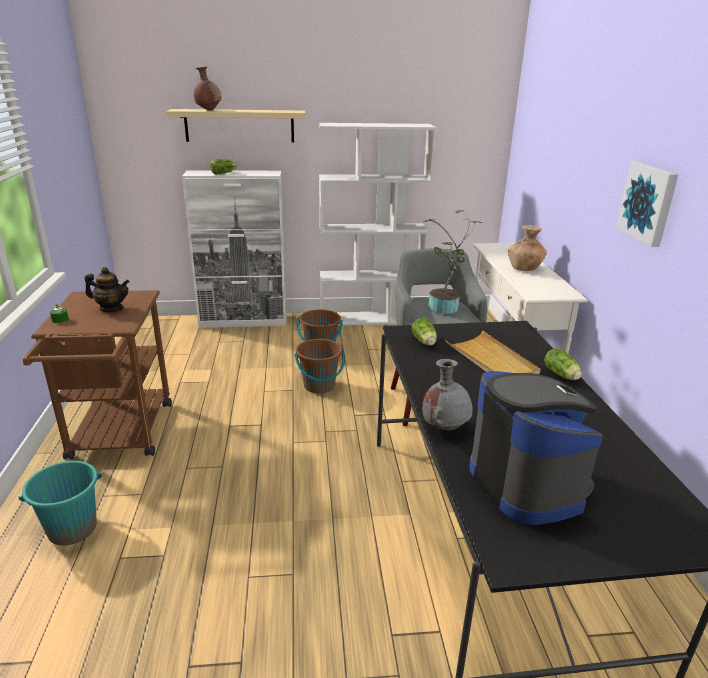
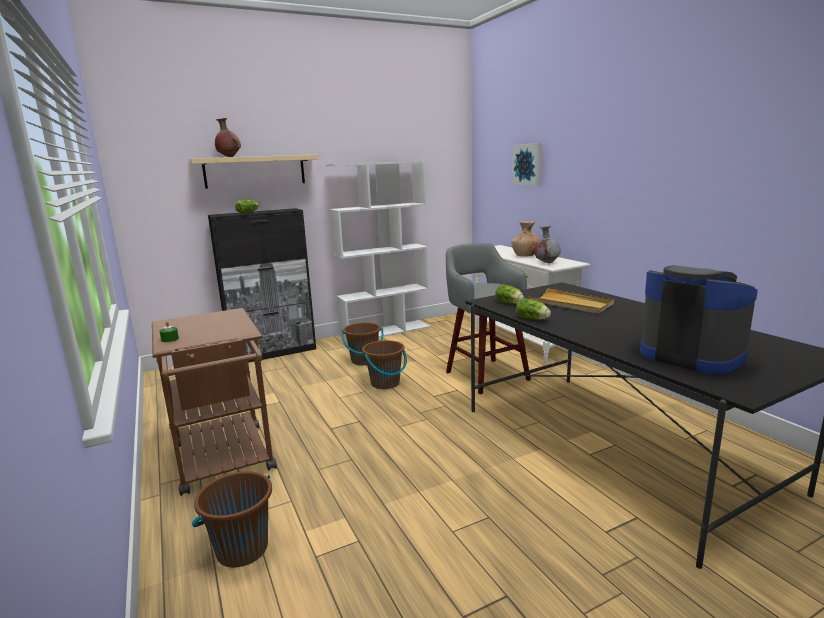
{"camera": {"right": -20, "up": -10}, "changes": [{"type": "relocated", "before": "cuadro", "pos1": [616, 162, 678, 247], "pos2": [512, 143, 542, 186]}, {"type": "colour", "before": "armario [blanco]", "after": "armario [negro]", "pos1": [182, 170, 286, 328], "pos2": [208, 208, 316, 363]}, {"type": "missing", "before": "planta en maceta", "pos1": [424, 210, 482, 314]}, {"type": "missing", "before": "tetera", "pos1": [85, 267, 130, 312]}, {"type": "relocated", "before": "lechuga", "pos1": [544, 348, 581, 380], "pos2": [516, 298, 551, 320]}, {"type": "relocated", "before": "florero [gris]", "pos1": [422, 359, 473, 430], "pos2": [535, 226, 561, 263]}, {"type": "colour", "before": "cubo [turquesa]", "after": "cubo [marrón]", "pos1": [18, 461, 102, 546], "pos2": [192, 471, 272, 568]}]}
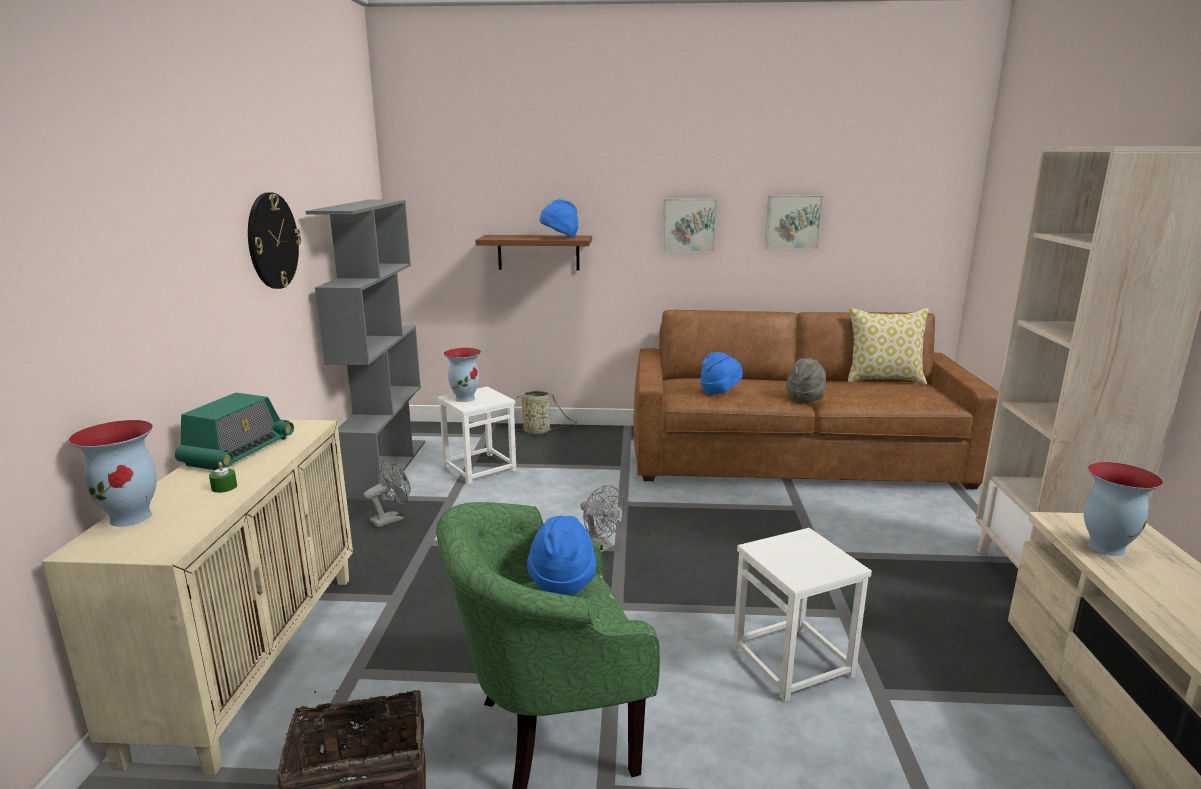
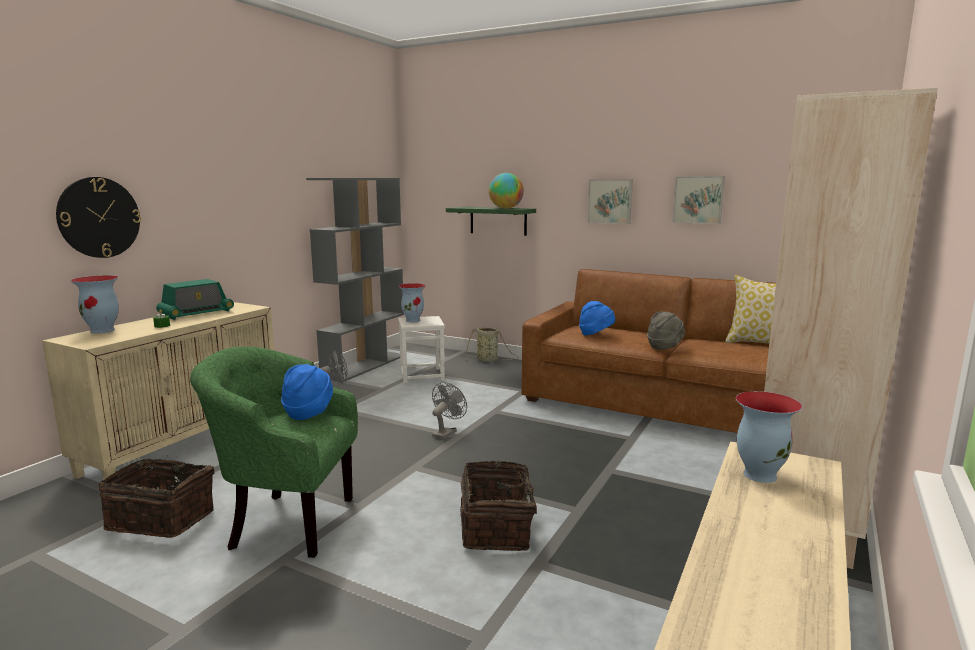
{"camera": {"right": 25, "up": -5}, "changes": [{"type": "relocated", "before": "reloj de pared", "pos1": [248, 192, 301, 289], "pos2": [56, 177, 141, 258]}, {"type": "exchanged", "before": "sombrero [azul]", "after": "globo terráqueo", "pos1": [540, 199, 579, 238], "pos2": [489, 173, 524, 209]}, {"type": "colour", "before": "estante [marrón]", "after": "estante [verde]", "pos1": [475, 235, 592, 271], "pos2": [446, 207, 536, 236]}, {"type": "spun", "before": "ventilador [gris]", "pos1": [580, 485, 625, 553], "pos2": [432, 382, 467, 439], "turn": -135}, {"type": "exchanged", "before": "taburete [blanco]", "after": "cesta", "pos1": [733, 528, 872, 702], "pos2": [460, 460, 545, 551]}]}
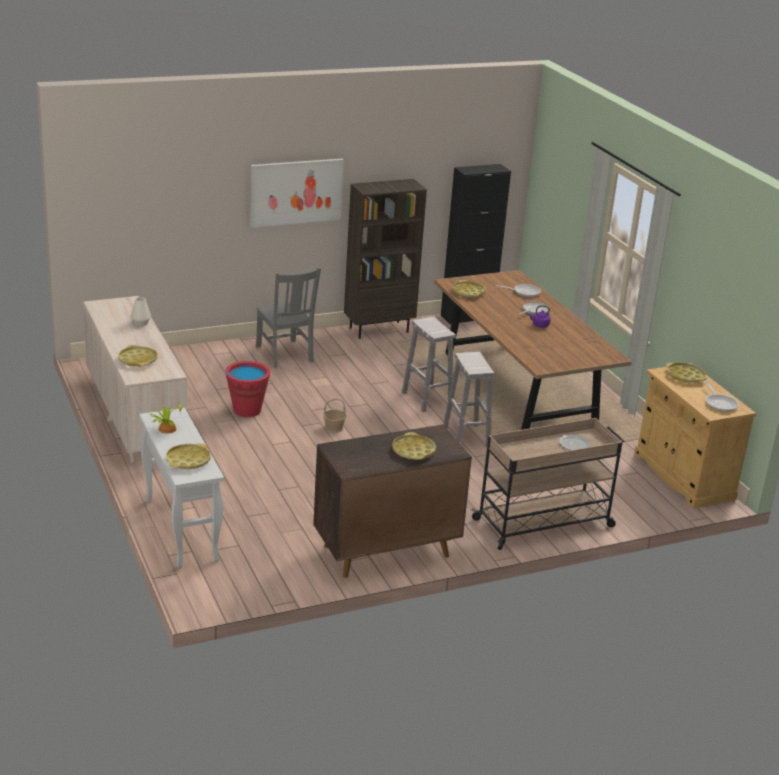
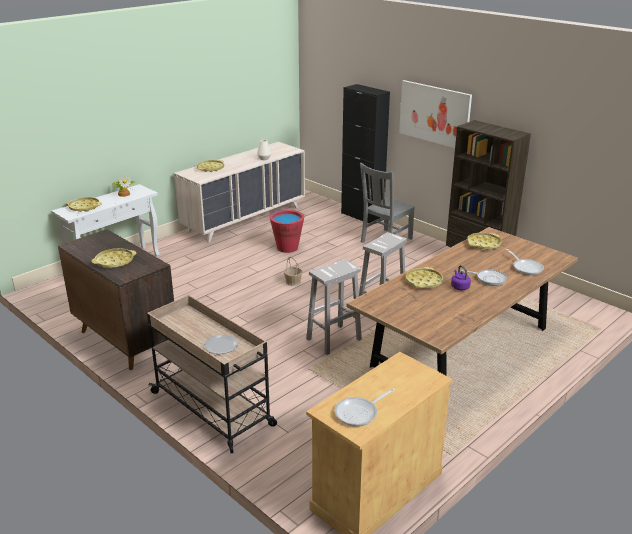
{"camera": {"right": 70, "up": 0}, "changes": [{"type": "relocated", "before": "armario [negro]", "pos1": [441, 164, 511, 325], "pos2": [341, 84, 390, 224]}, {"type": "relocated", "before": "bandeja [amarillo]", "pos1": [666, 362, 707, 383], "pos2": [405, 267, 443, 288]}]}
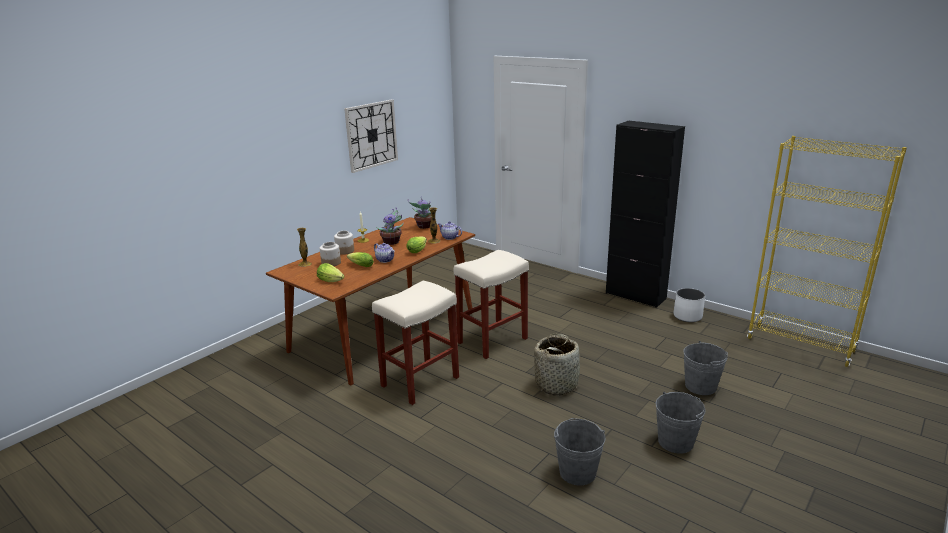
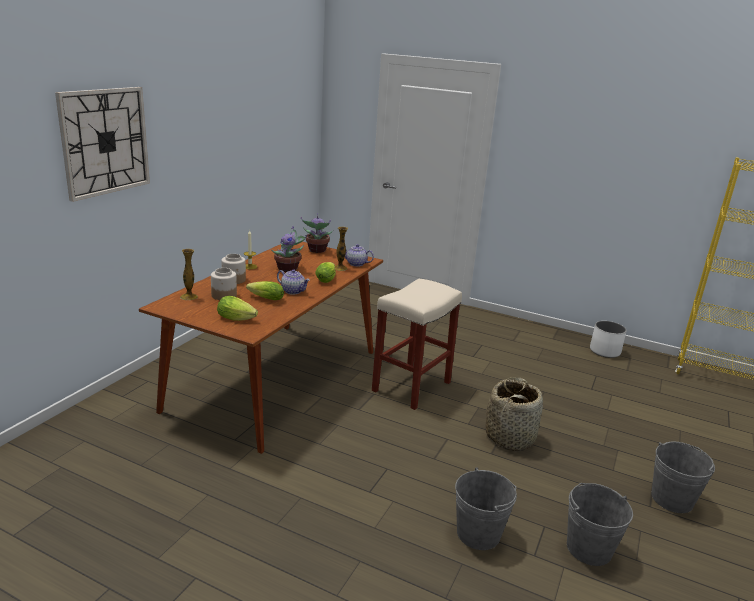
{"camera": {"right": -15, "up": 0}, "changes": [{"type": "relocated", "before": "reloj de pared", "pos1": [344, 99, 398, 173], "pos2": [55, 87, 150, 202]}, {"type": "missing", "before": "armario [negro]", "pos1": [606, 121, 685, 308]}, {"type": "missing", "before": "taburete [beis]", "pos1": [372, 281, 459, 405]}, {"type": "relocated", "before": "cubo [gris]", "pos1": [683, 341, 728, 395], "pos2": [455, 468, 517, 550]}]}
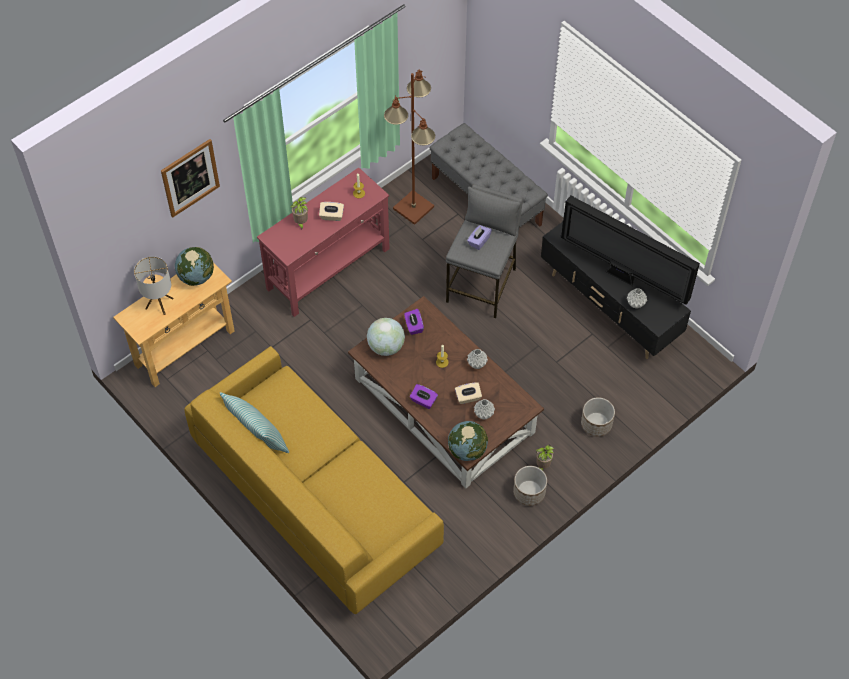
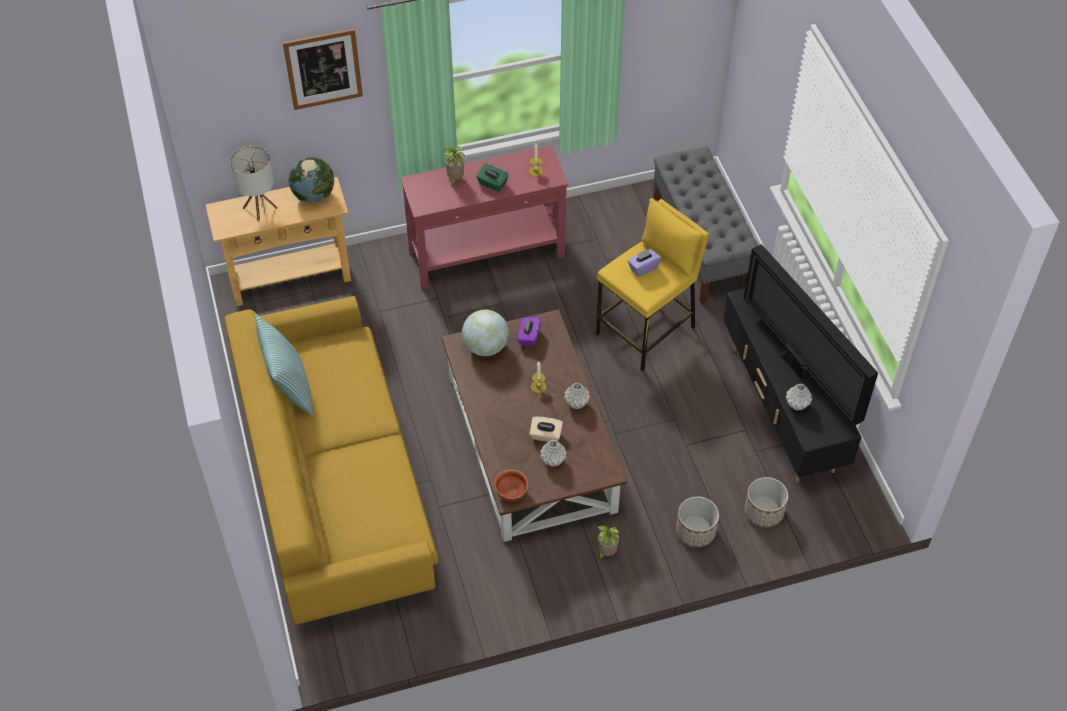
{"camera": {"right": 25, "up": -5}, "changes": [{"type": "missing", "before": "lámpara de pie [marrón]", "pos1": [384, 70, 435, 225]}, {"type": "colour", "before": "taburete [gris]", "after": "taburete [amarillo]", "pos1": [446, 184, 523, 318], "pos2": [596, 198, 709, 372]}, {"type": "colour", "before": "caja de pañuelos [beis]", "after": "caja de pañuelos [verde]", "pos1": [319, 202, 344, 221], "pos2": [476, 164, 509, 192]}, {"type": "missing", "before": "caja de pañuelos [morado]", "pos1": [410, 384, 438, 409]}, {"type": "exchanged", "before": "globo terráqueo", "after": "cuenco", "pos1": [448, 421, 488, 461], "pos2": [494, 469, 528, 501]}, {"type": "relocated", "before": "maceta", "pos1": [513, 466, 547, 506], "pos2": [744, 477, 788, 527]}]}
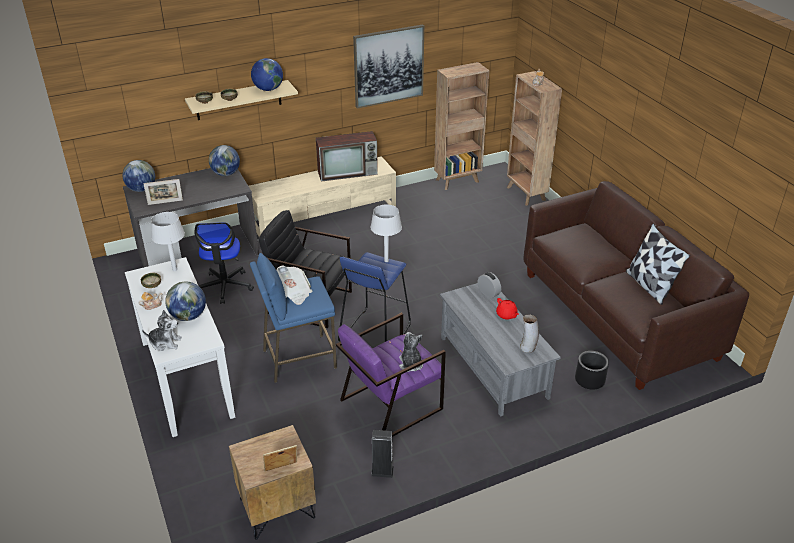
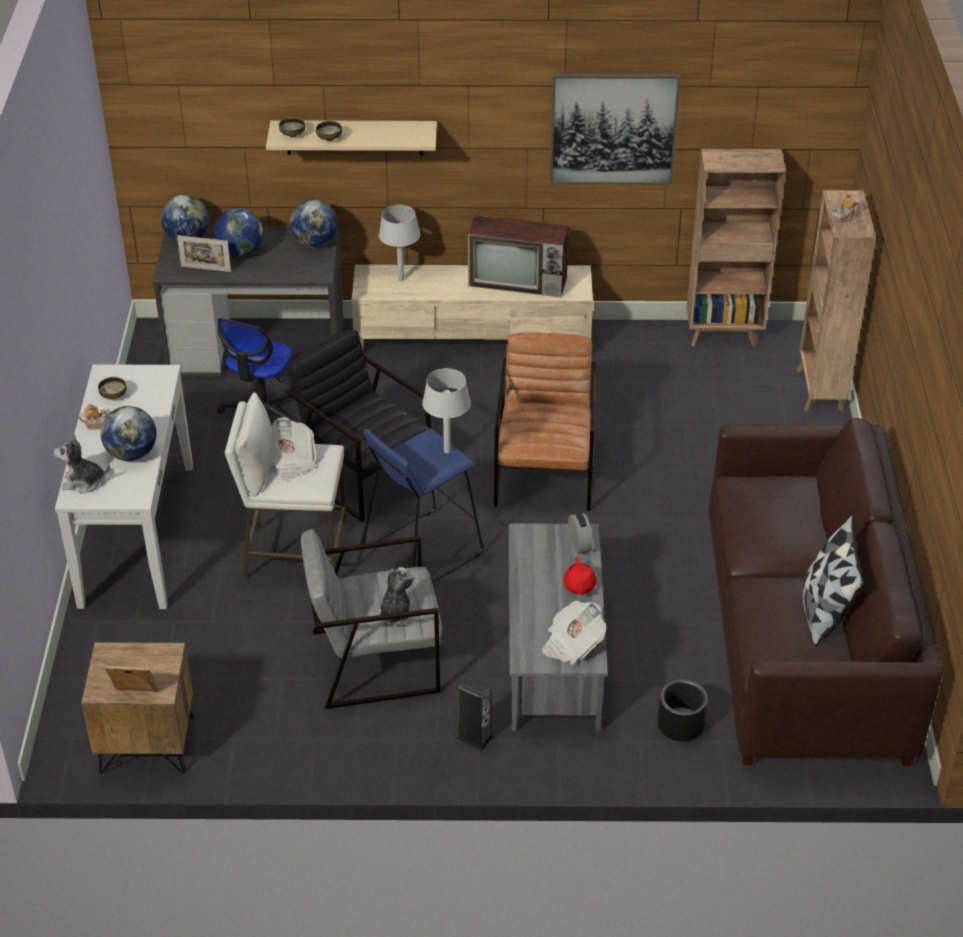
{"camera": {"right": 25, "up": 5}, "changes": [{"type": "relocated", "before": "globo terráqueo", "pos1": [251, 58, 283, 91], "pos2": [214, 208, 263, 257]}, {"type": "relocated", "before": "lámpara de mesa [gris]", "pos1": [151, 212, 185, 271], "pos2": [379, 205, 420, 281]}, {"type": "colour", "before": "taburete [azul]", "after": "taburete [blanco]", "pos1": [250, 253, 337, 383], "pos2": [225, 392, 347, 579]}, {"type": "spun", "before": "peluche", "pos1": [142, 310, 182, 351], "pos2": [54, 434, 110, 493], "turn": 150}, {"type": "colour", "before": "sillón [morado]", "after": "sillón [gris]", "pos1": [336, 313, 446, 437], "pos2": [301, 529, 442, 709]}, {"type": "exchanged", "before": "florero", "after": "periódico", "pos1": [520, 315, 539, 353], "pos2": [542, 601, 606, 665]}, {"type": "relocated", "before": "altavoz", "pos1": [371, 430, 394, 478], "pos2": [456, 676, 493, 750]}, {"type": "appeared", "after": "sillón [marrón]", "pos2": [494, 332, 595, 511]}]}
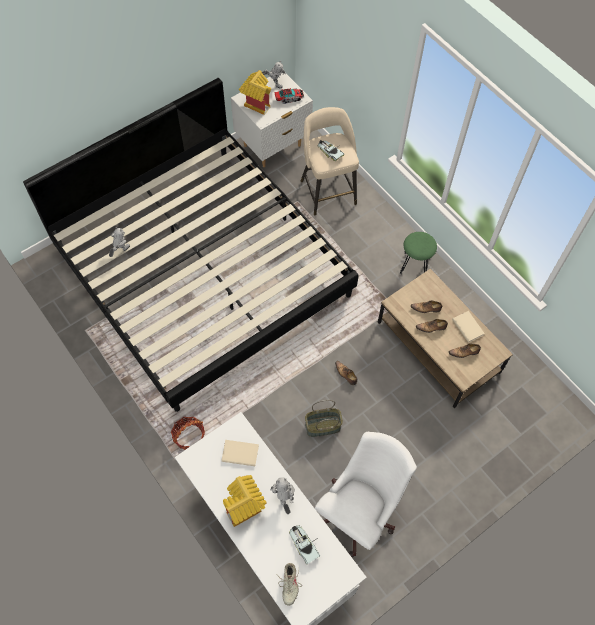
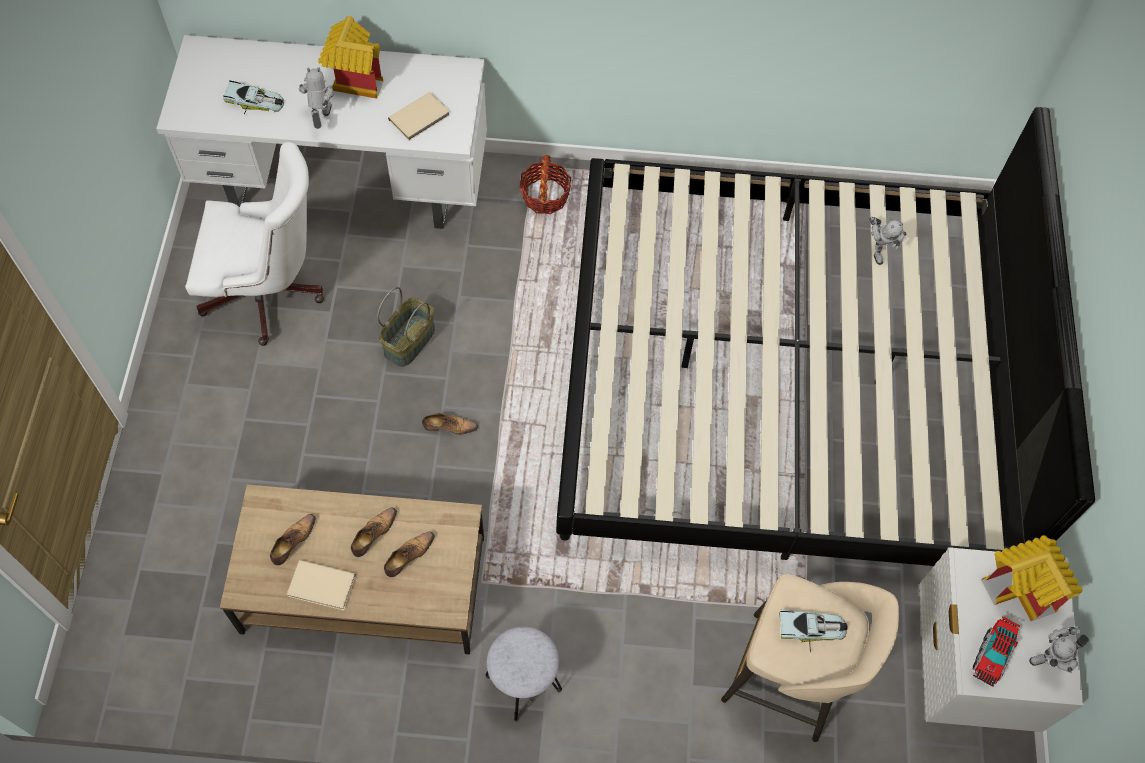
{"camera": {"right": 130, "up": 0}, "changes": [{"type": "colour", "before": "taburete [verde]", "after": "taburete [gris]", "pos1": [400, 232, 437, 274], "pos2": [485, 626, 562, 722]}, {"type": "spun", "before": "silla de oficina [blanco]", "pos1": [315, 432, 417, 557], "pos2": [185, 142, 324, 346], "turn": -75}, {"type": "spun", "before": "robot de juguete", "pos1": [270, 477, 295, 514], "pos2": [299, 67, 333, 129], "turn": -120}, {"type": "missing", "before": "zapato [beis]", "pos1": [276, 563, 302, 605]}]}
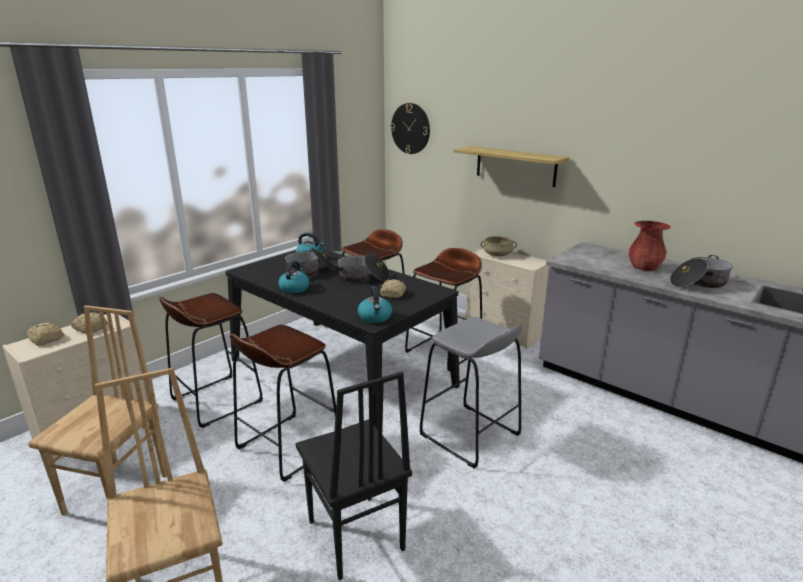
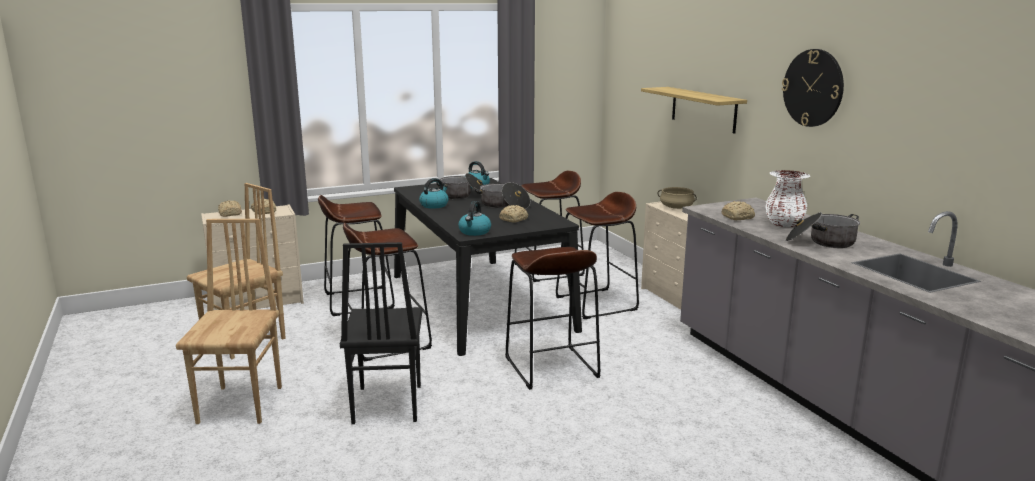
{"camera": {"right": 25, "up": -5}, "changes": [{"type": "relocated", "before": "reloj de pared", "pos1": [390, 103, 430, 154], "pos2": [782, 49, 844, 127]}, {"type": "colour", "before": "florero [rojo]", "after": "florero [blanco]", "pos1": [629, 221, 671, 271], "pos2": [765, 170, 810, 227]}, {"type": "colour", "before": "taburete [gris]", "after": "taburete [marrón]", "pos1": [419, 317, 523, 469], "pos2": [505, 247, 600, 390]}, {"type": "appeared", "after": "pan", "pos2": [721, 201, 755, 220]}]}
